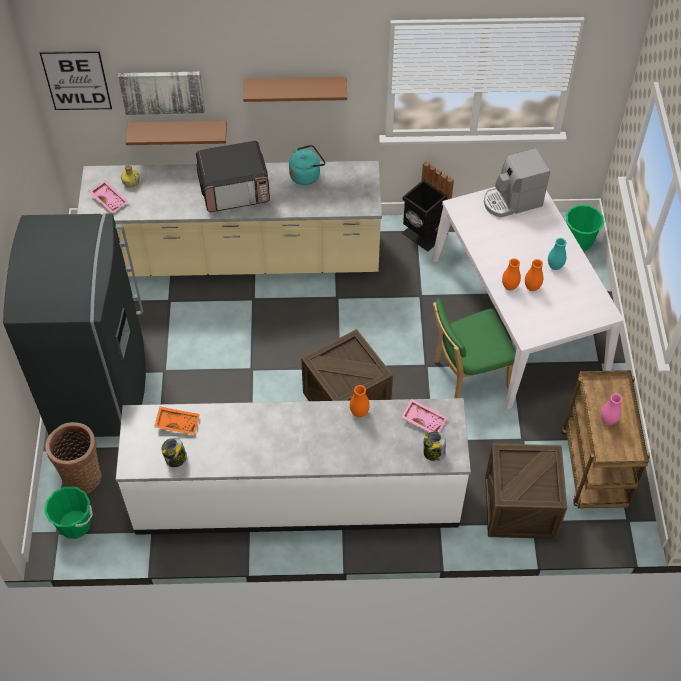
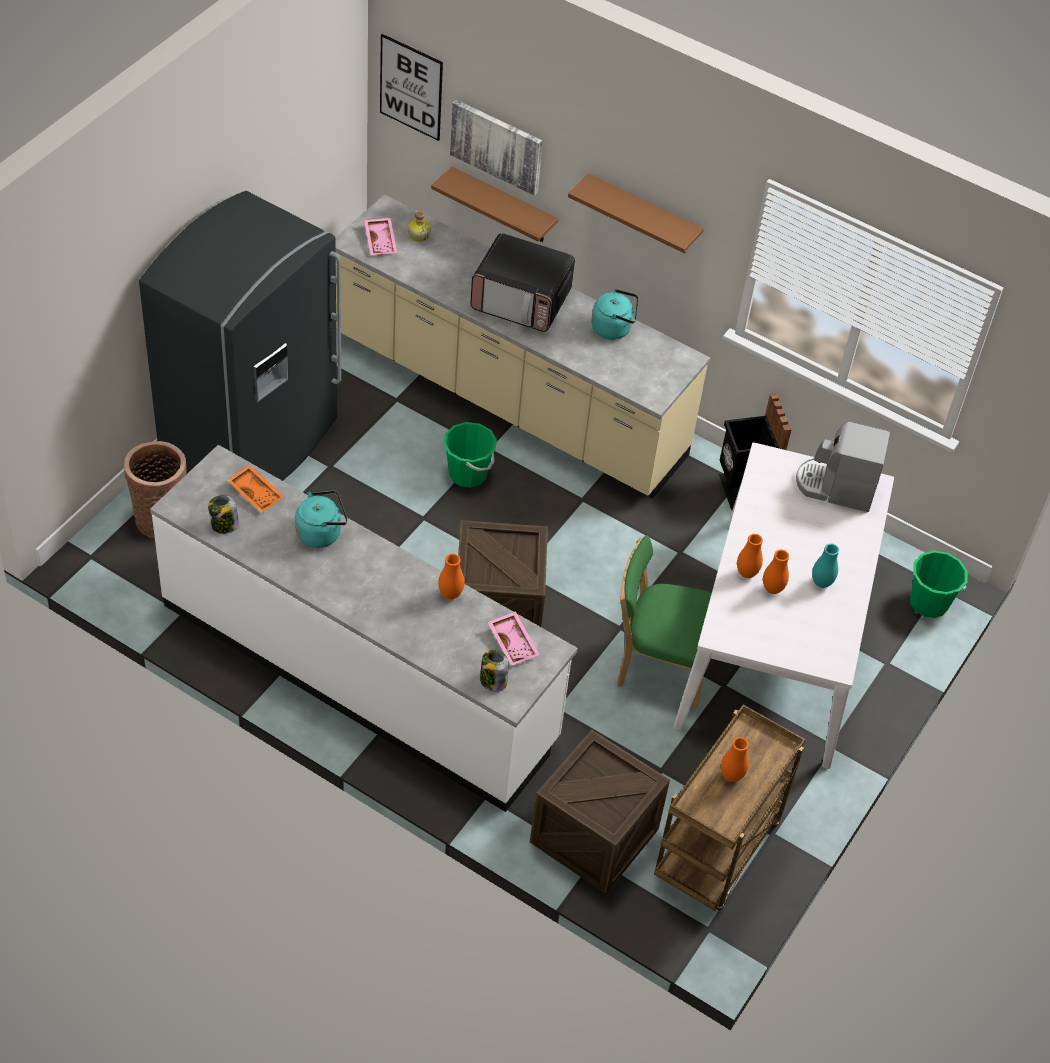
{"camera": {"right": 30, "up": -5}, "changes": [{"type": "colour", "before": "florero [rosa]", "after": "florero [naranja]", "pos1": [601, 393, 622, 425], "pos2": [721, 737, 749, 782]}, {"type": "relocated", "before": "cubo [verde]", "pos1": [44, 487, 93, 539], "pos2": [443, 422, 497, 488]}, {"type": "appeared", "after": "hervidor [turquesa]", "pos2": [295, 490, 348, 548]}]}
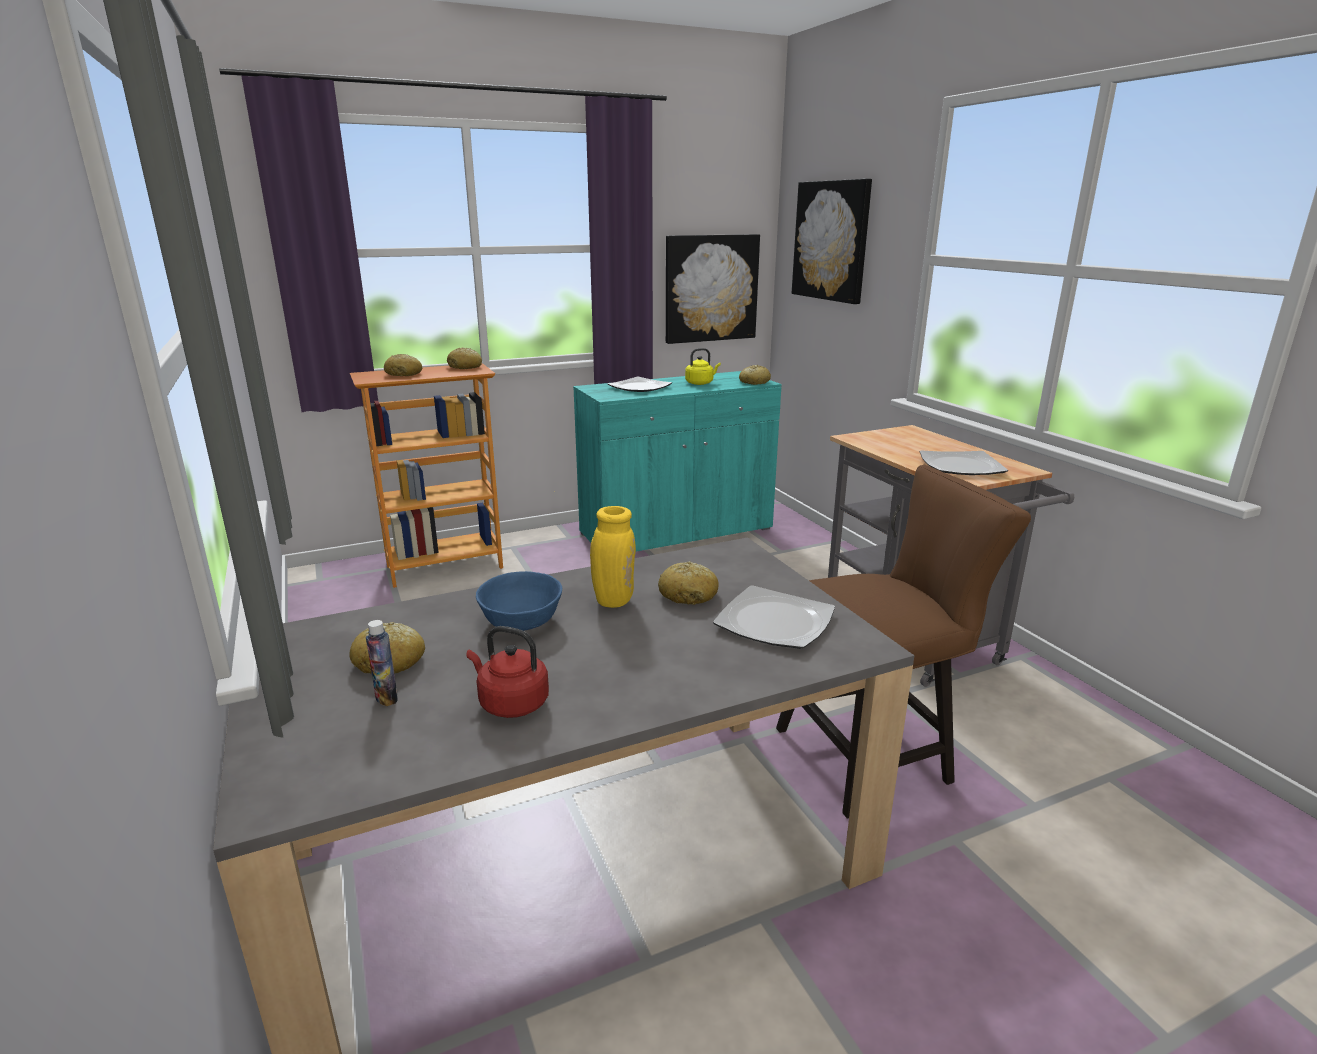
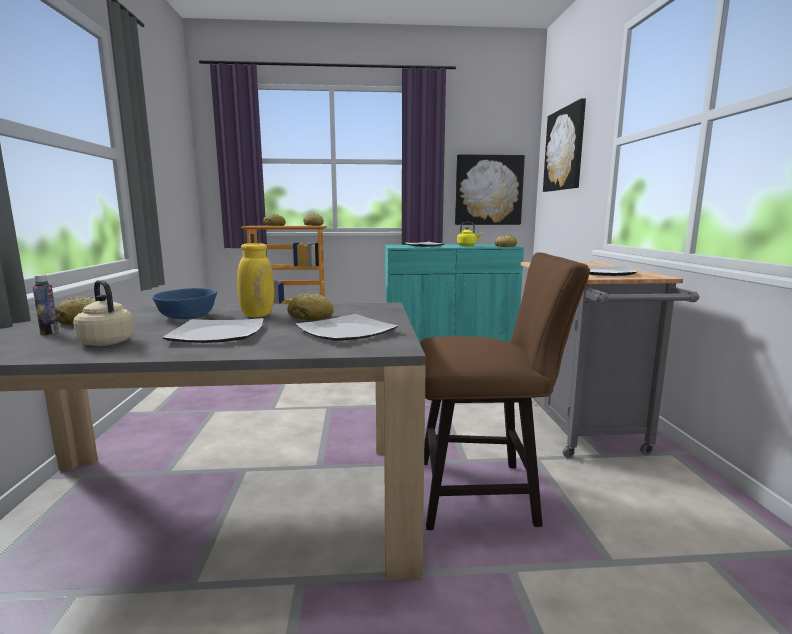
{"camera": {"right": 20, "up": -10}, "changes": [{"type": "colour", "before": "hervidor [rojo]", "after": "hervidor [beis]", "pos1": [467, 626, 549, 718], "pos2": [73, 280, 135, 346]}, {"type": "appeared", "after": "plato", "pos2": [162, 318, 264, 343]}]}
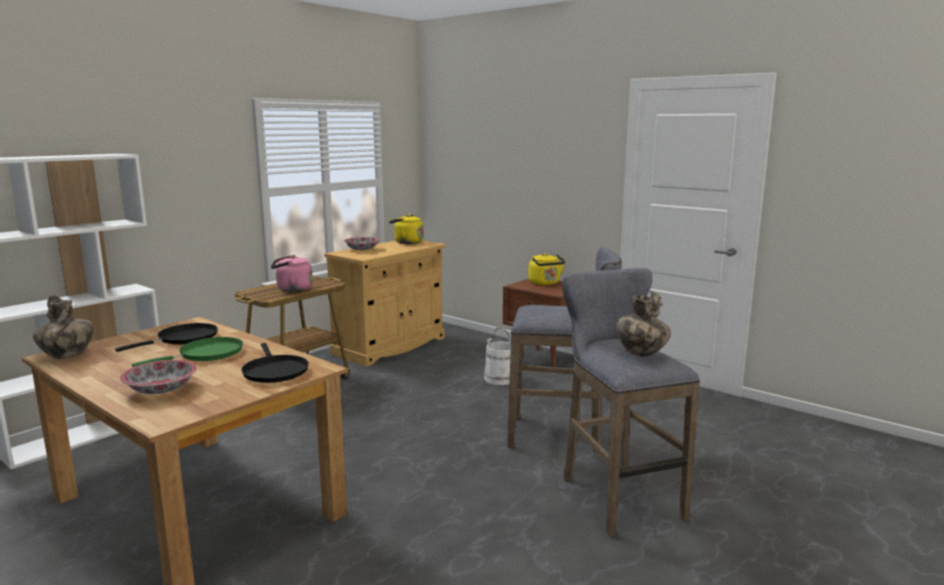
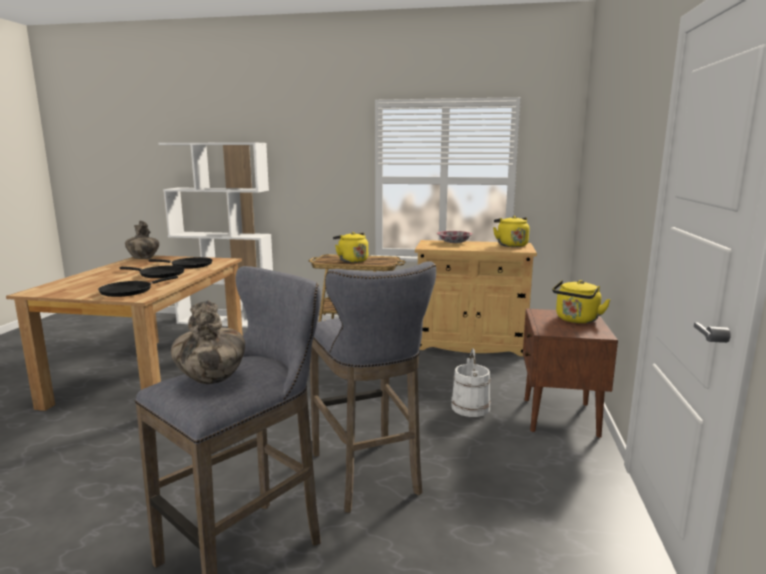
{"camera": {"right": 60, "up": 0}, "changes": [{"type": "colour", "before": "hervidor [rosa]", "after": "hervidor [amarillo]", "pos1": [271, 255, 313, 292], "pos2": [333, 232, 368, 263]}, {"type": "colour", "before": "sartén [verde]", "after": "sartén [negro]", "pos1": [132, 337, 243, 367], "pos2": [120, 265, 184, 278]}, {"type": "missing", "before": "cuenco", "pos1": [120, 360, 197, 394]}]}
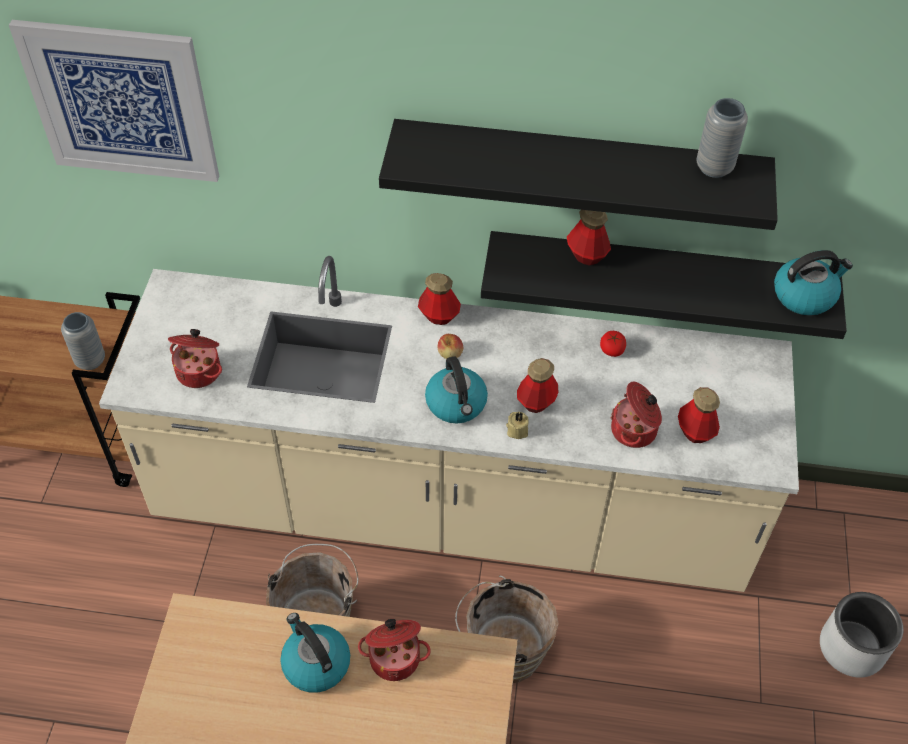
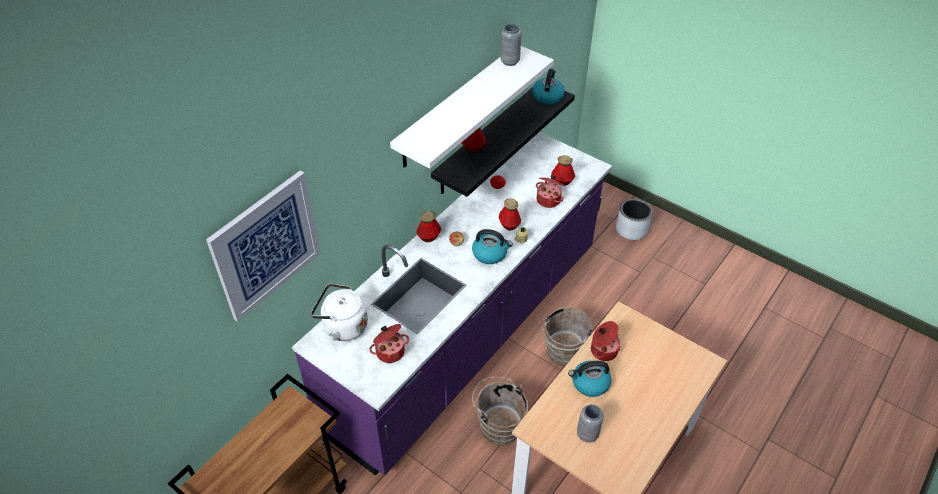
{"camera": {"right": -60, "up": -5}, "changes": [{"type": "colour", "before": "estante [negro]", "after": "estante [blanco]", "pos1": [379, 119, 778, 230], "pos2": [390, 46, 554, 169]}, {"type": "colour", "before": "mueble bajo de cocina [beis]", "after": "mueble bajo de cocina [morado]", "pos1": [99, 256, 799, 592], "pos2": [292, 132, 612, 476]}, {"type": "relocated", "before": "florero [gris]", "pos1": [61, 312, 105, 370], "pos2": [577, 404, 604, 443]}, {"type": "appeared", "after": "hervidor [blanco]", "pos2": [311, 284, 368, 341]}]}
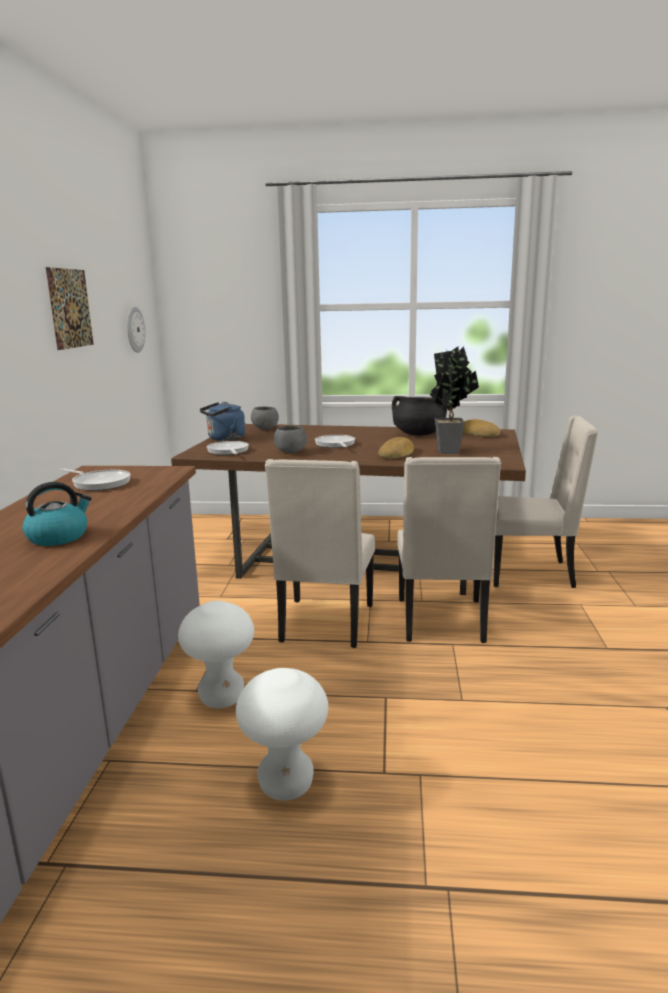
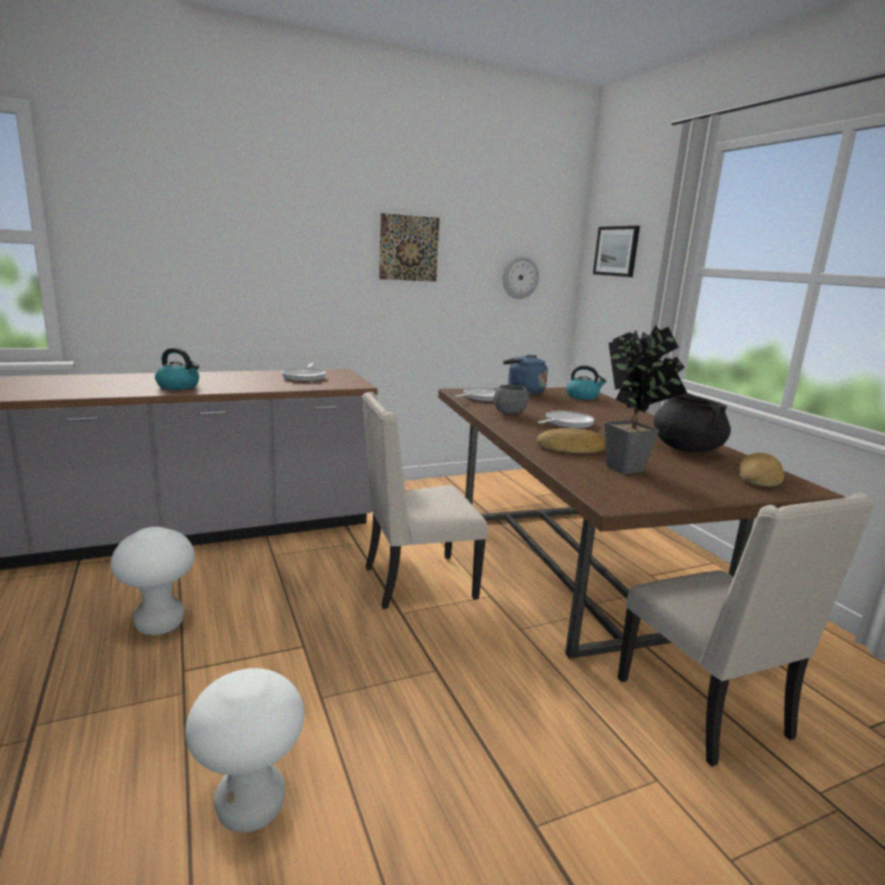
{"camera": {"right": 60, "up": 0}, "changes": [{"type": "exchanged", "before": "cuenco [gris]", "after": "hervidor", "pos1": [251, 407, 279, 430], "pos2": [566, 365, 606, 400]}, {"type": "missing", "before": "silla [beis]", "pos1": [397, 457, 501, 643]}, {"type": "relocated", "before": "taburete [blanco]", "pos1": [178, 601, 254, 708], "pos2": [185, 668, 304, 833]}, {"type": "appeared", "after": "cuadro", "pos2": [593, 226, 640, 277]}]}
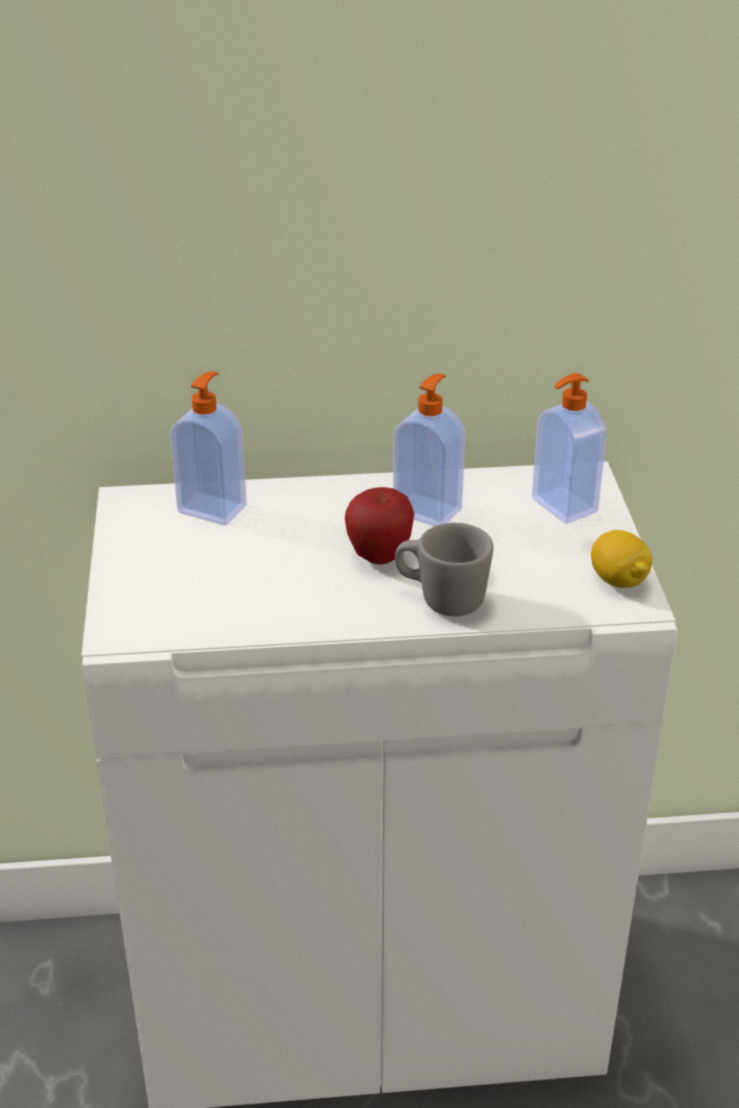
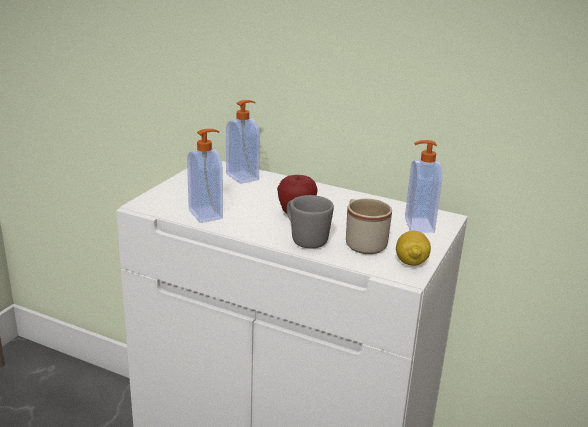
{"camera": {"right": 30, "up": -10}, "changes": [{"type": "relocated", "before": "dispensador de jabón", "pos1": [393, 373, 465, 526], "pos2": [187, 129, 223, 223]}, {"type": "appeared", "after": "taza grande [beis]", "pos2": [346, 198, 392, 254]}]}
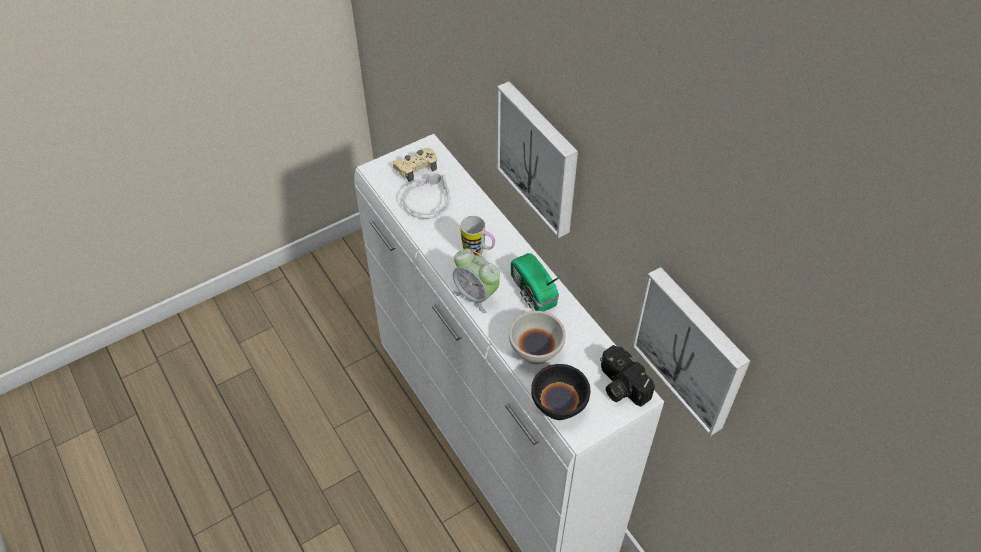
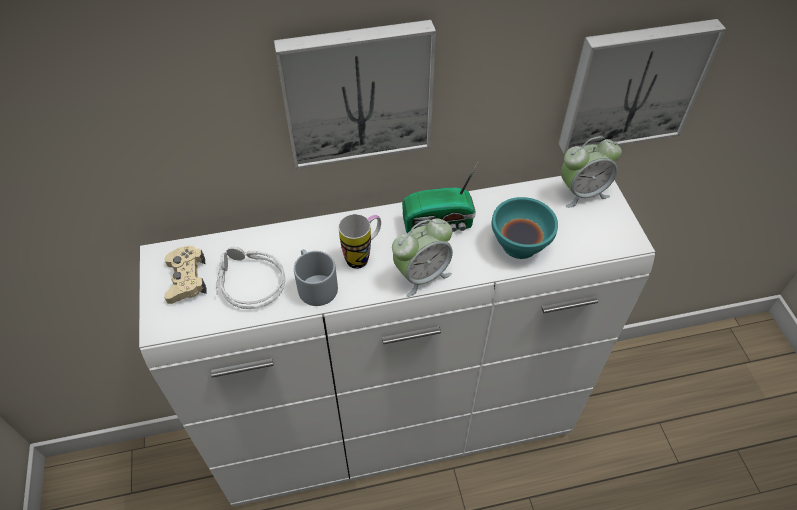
{"camera": {"right": -70, "up": 0}, "changes": [{"type": "colour", "before": "cuenco [blanco]", "after": "cuenco [turquesa]", "pos1": [509, 311, 566, 365], "pos2": [492, 197, 558, 259]}, {"type": "exchanged", "before": "cámara", "after": "despertador", "pos1": [600, 345, 655, 407], "pos2": [561, 136, 622, 208]}, {"type": "missing", "before": "cuenco [negro]", "pos1": [531, 364, 590, 420]}, {"type": "appeared", "after": "taza grande [gris]", "pos2": [294, 249, 338, 306]}]}
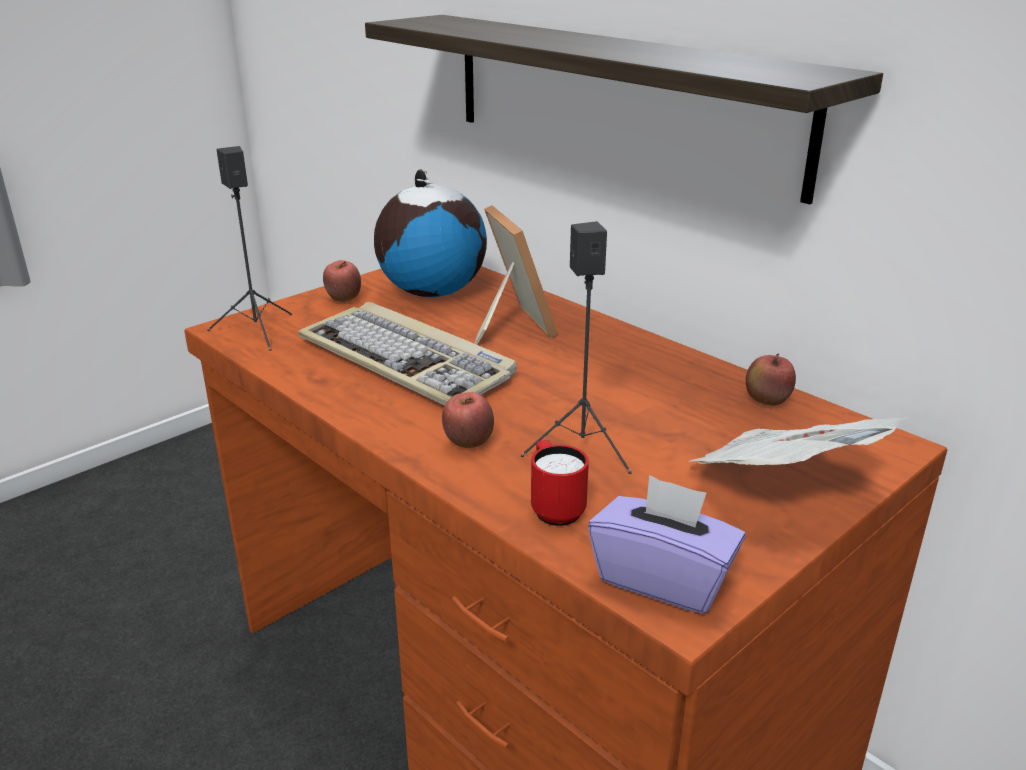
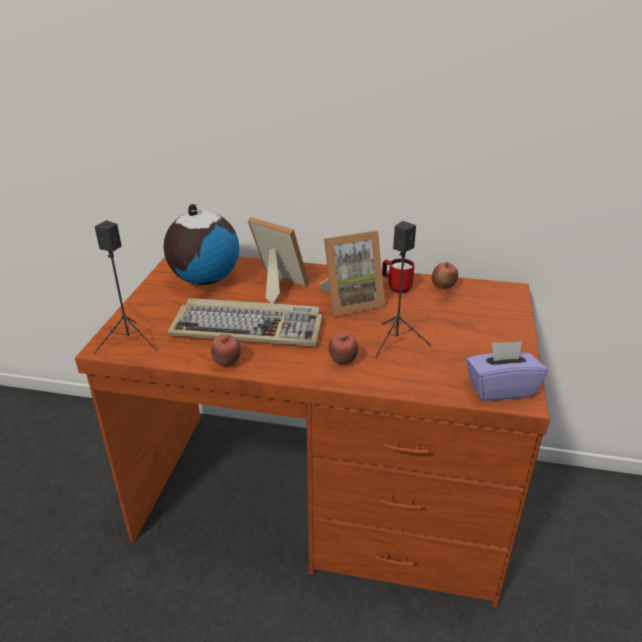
{"camera": {"right": -35, "up": 5}, "changes": [{"type": "missing", "before": "estante", "pos1": [365, 15, 883, 204]}, {"type": "relocated", "before": "manzana", "pos1": [323, 260, 361, 302], "pos2": [211, 334, 241, 367]}, {"type": "missing", "before": "periódico", "pos1": [690, 418, 908, 465]}, {"type": "relocated", "before": "taza grande [rojo]", "pos1": [531, 440, 589, 526], "pos2": [382, 258, 415, 293]}, {"type": "appeared", "after": "portarretratos", "pos2": [320, 231, 385, 316]}]}
